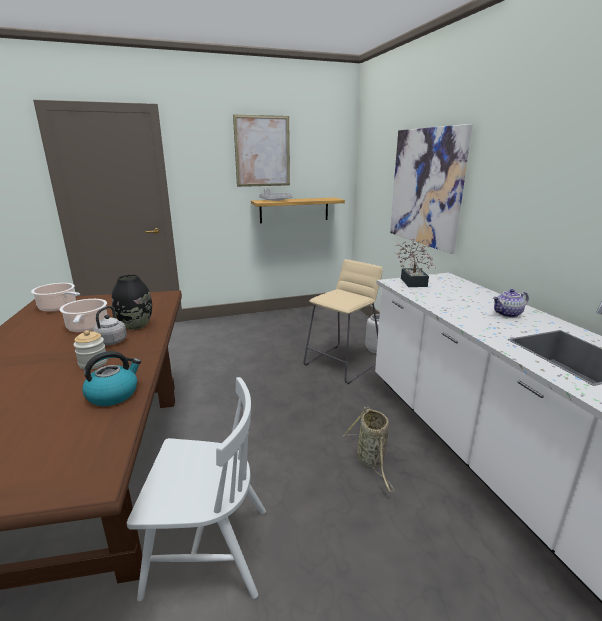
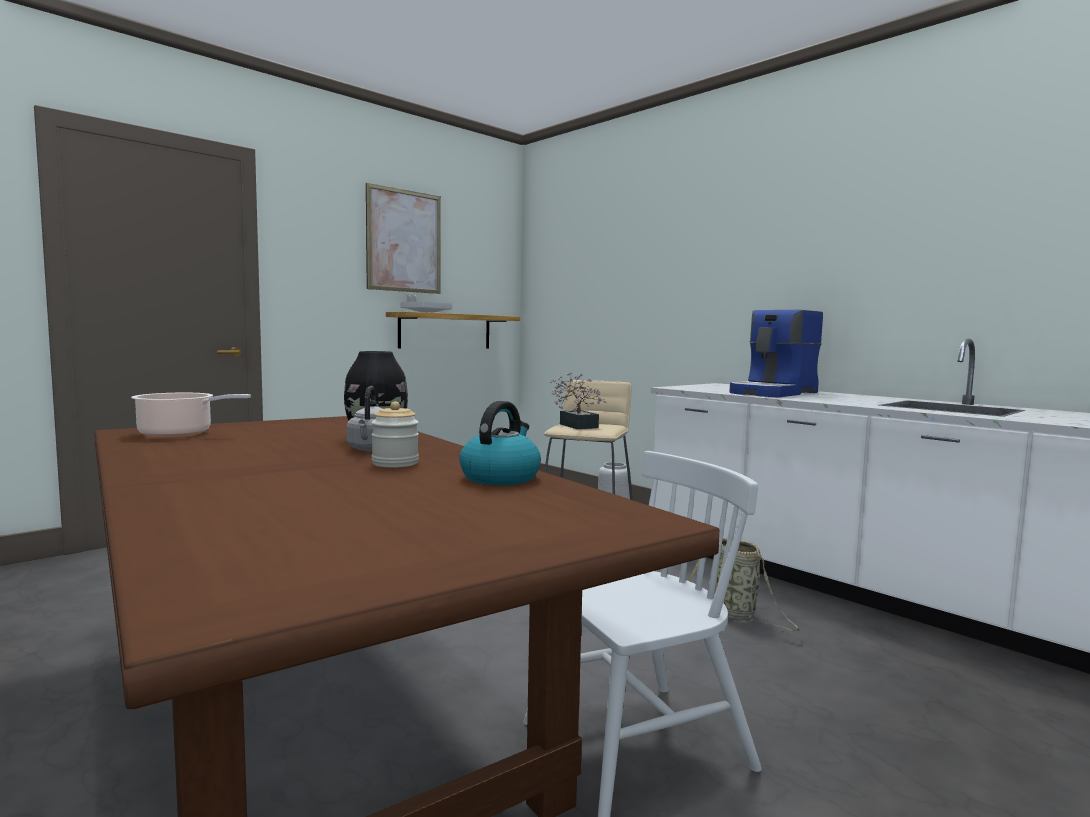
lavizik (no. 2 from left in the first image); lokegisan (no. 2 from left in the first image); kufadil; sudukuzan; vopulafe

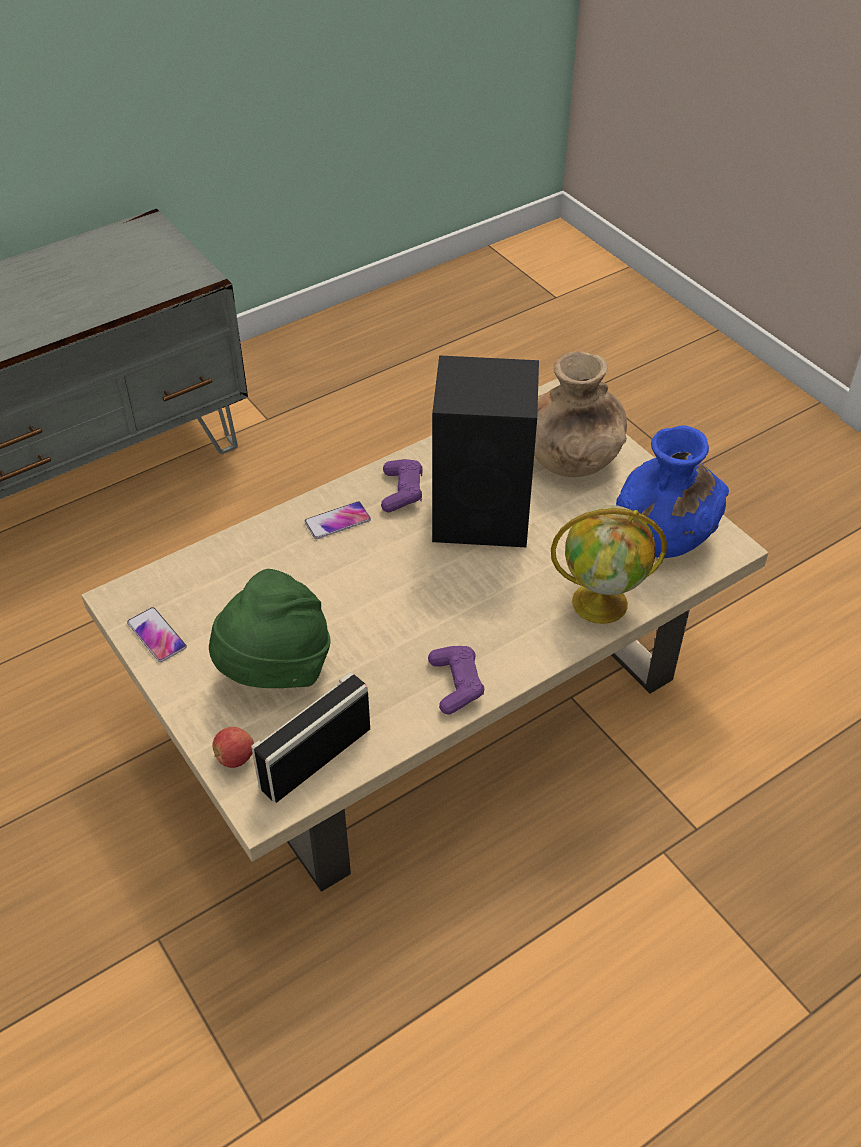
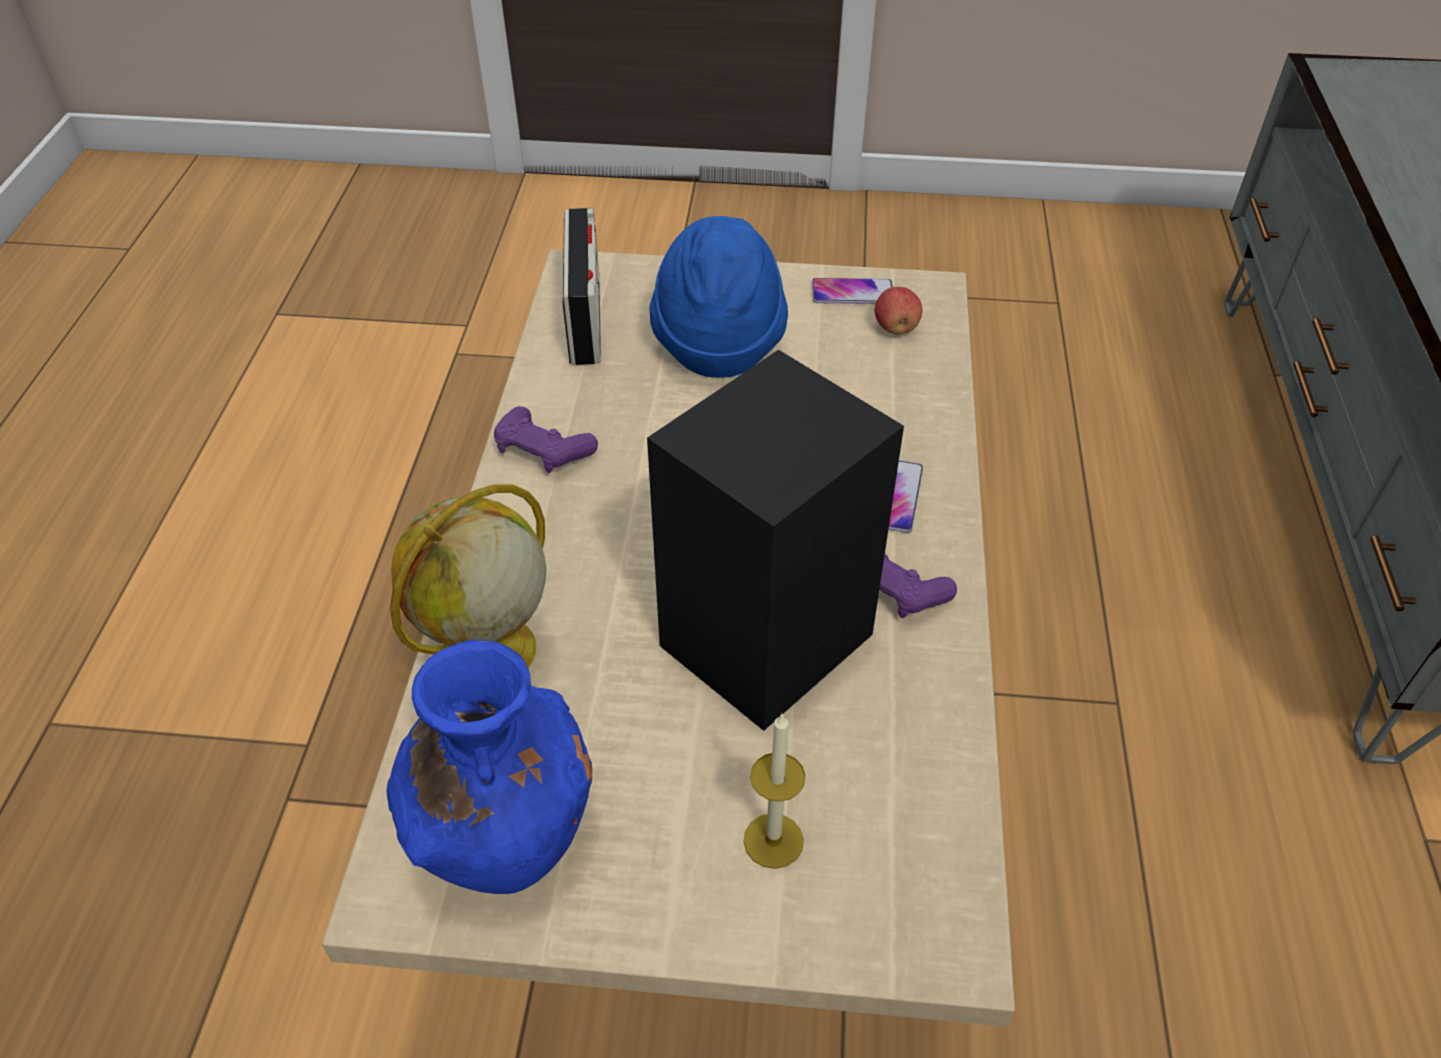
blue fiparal; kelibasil; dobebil

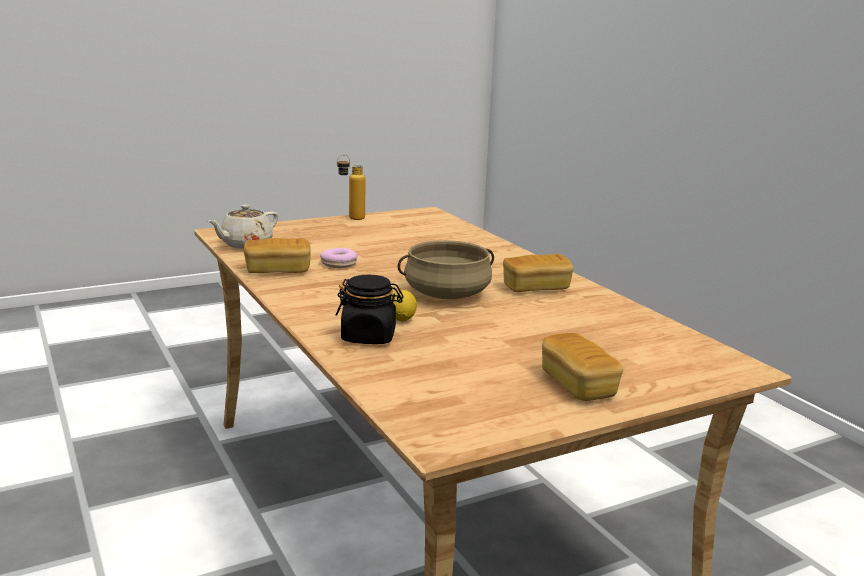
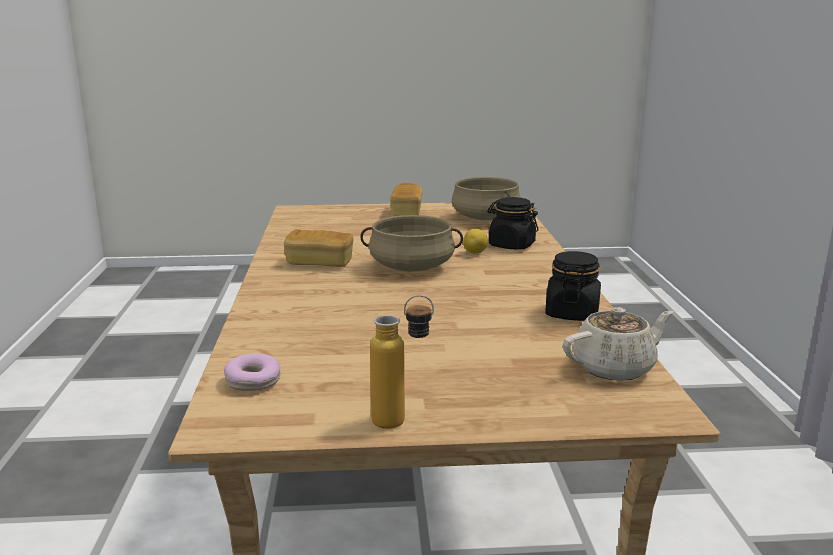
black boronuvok (no. 2 from left); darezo; beige lavizik (no. 2 from left)

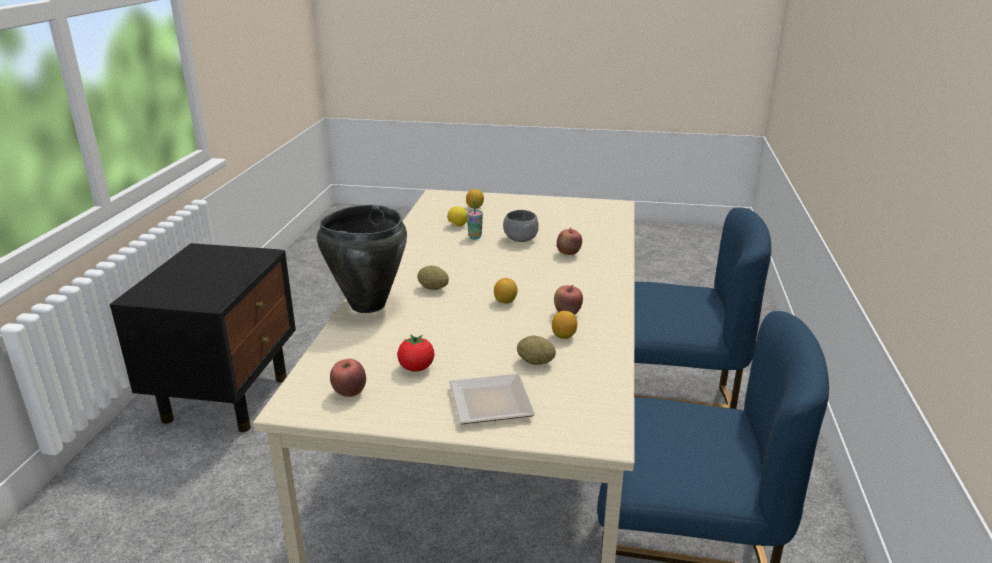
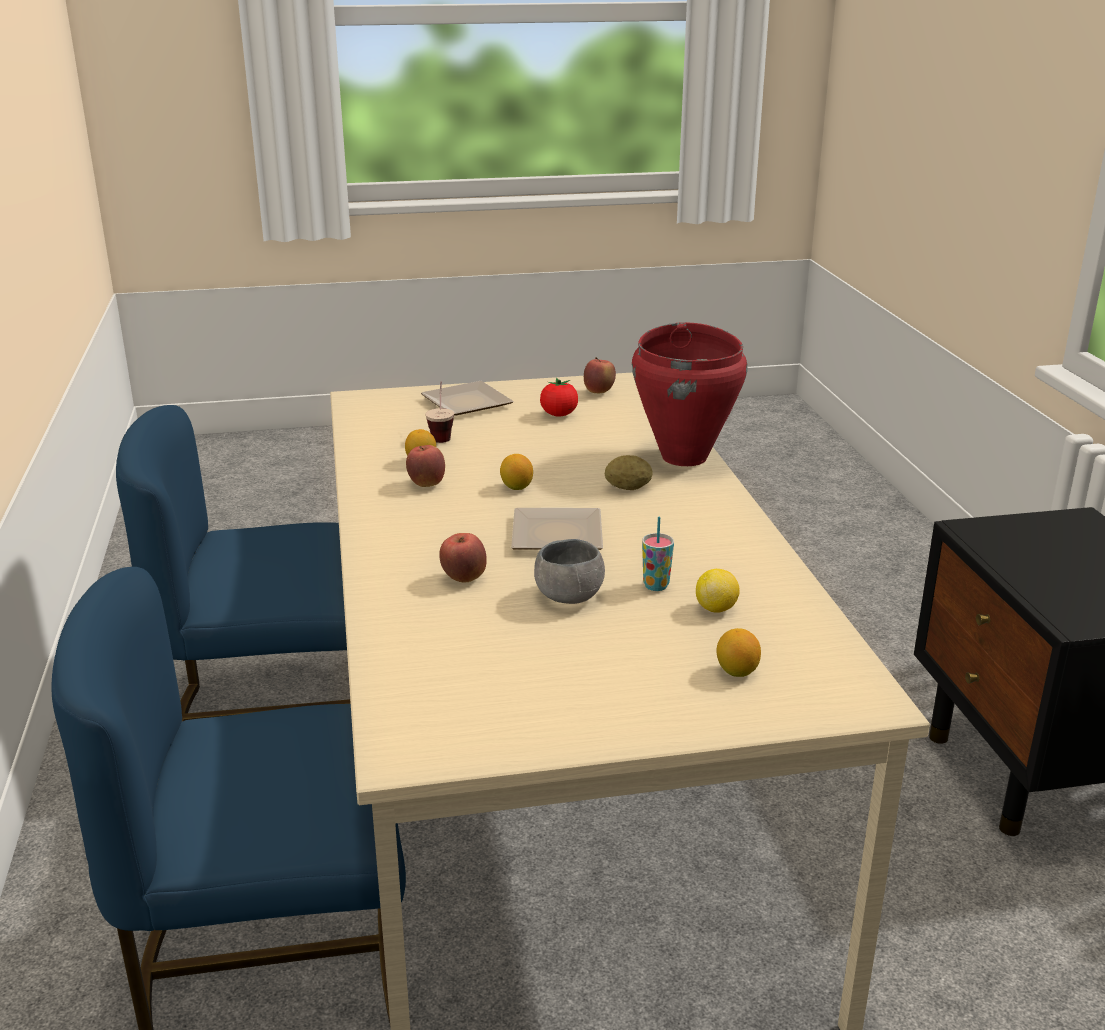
red lavizik; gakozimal (no. 1 from left); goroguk (no. 2 from left)

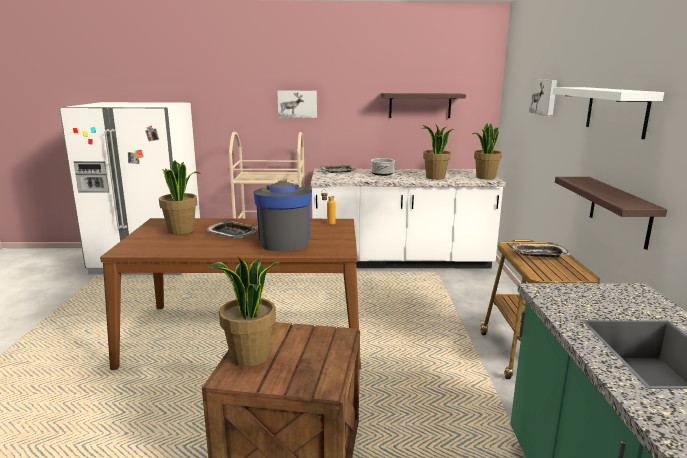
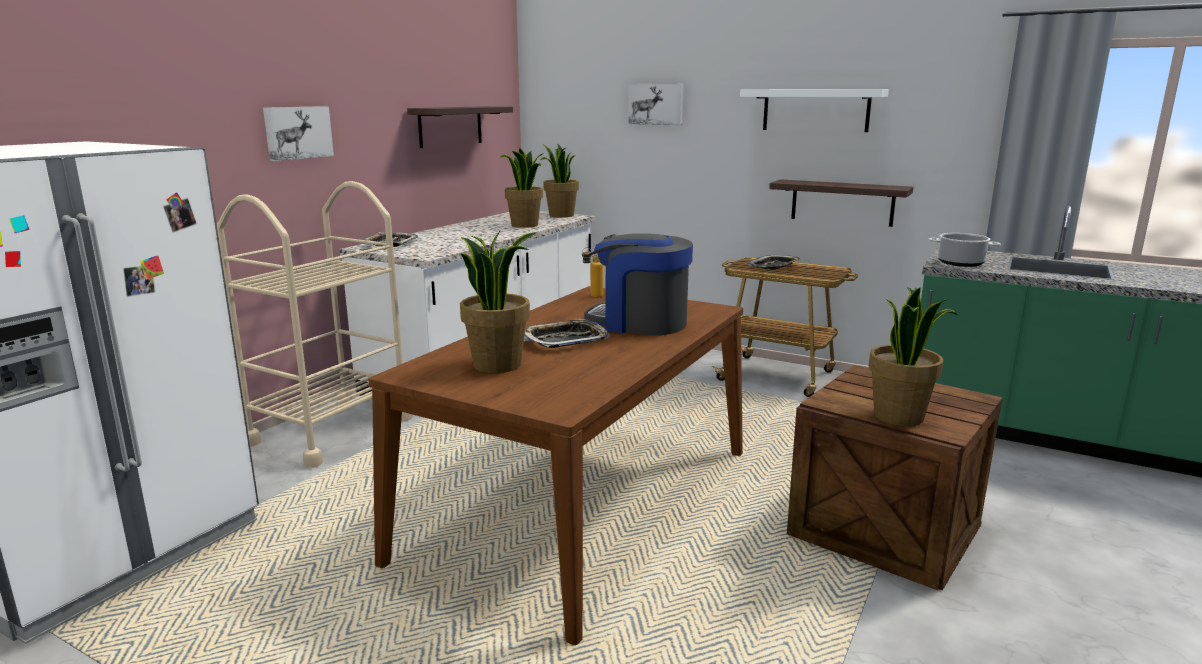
lavizik

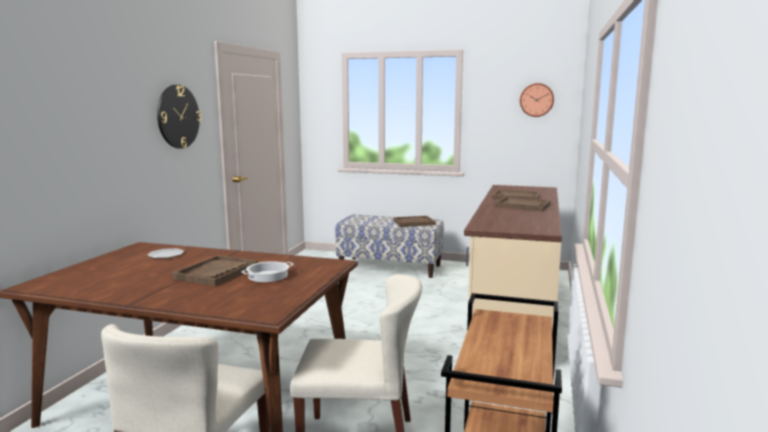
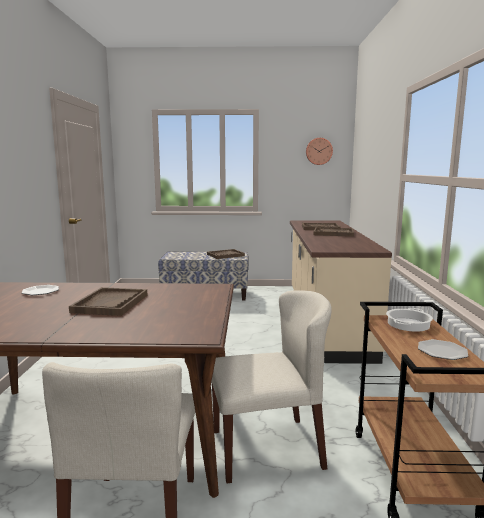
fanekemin (no. 1 from left in the first image); lavizik; goroguk (no. 2 from left)

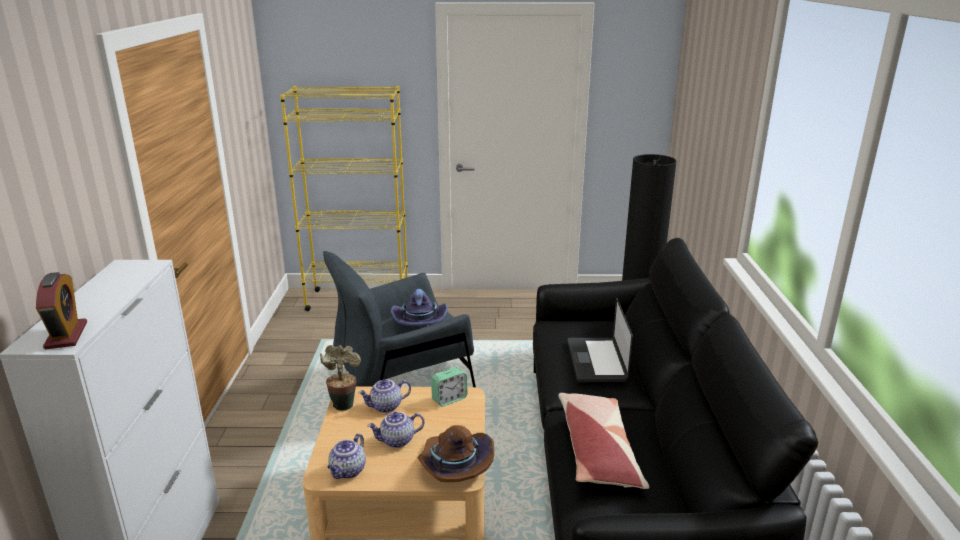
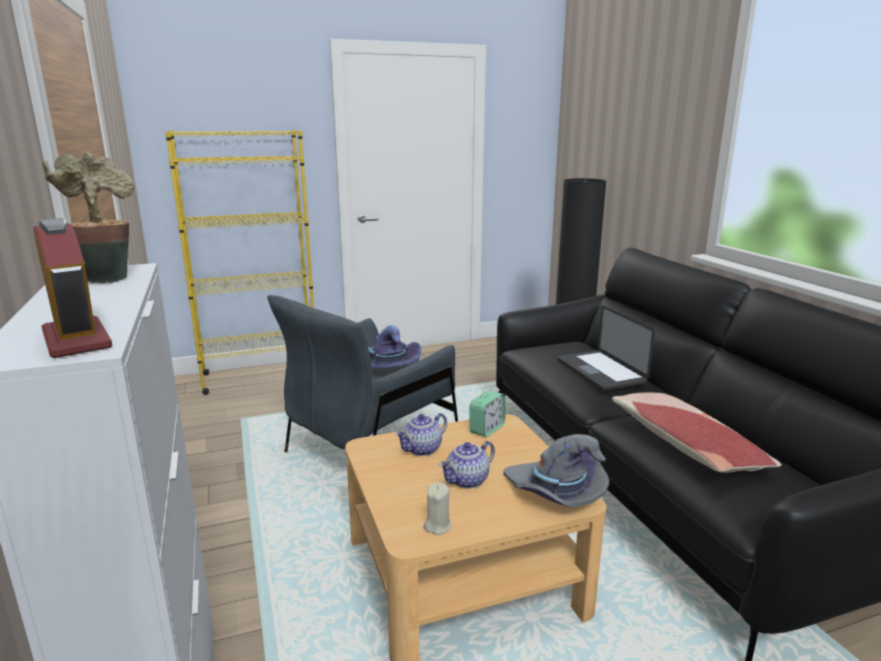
kufadil; beige dobebil; grey fiparal

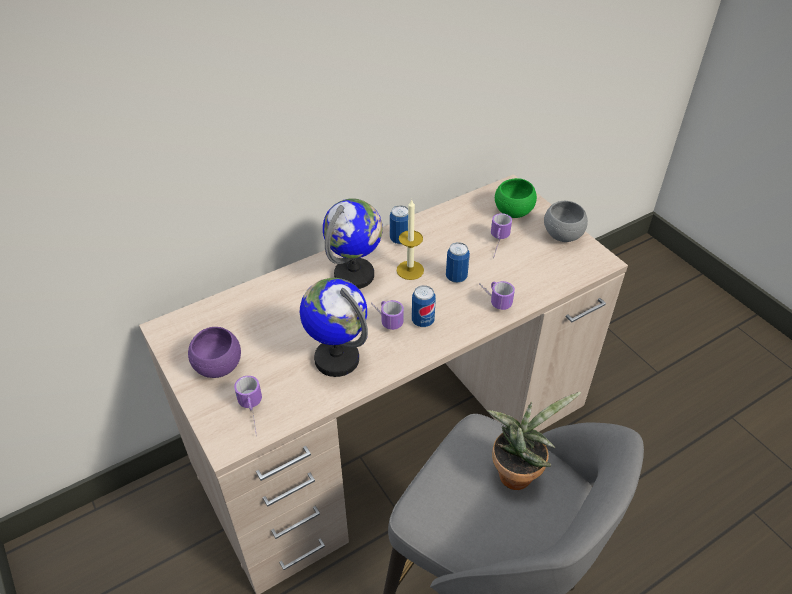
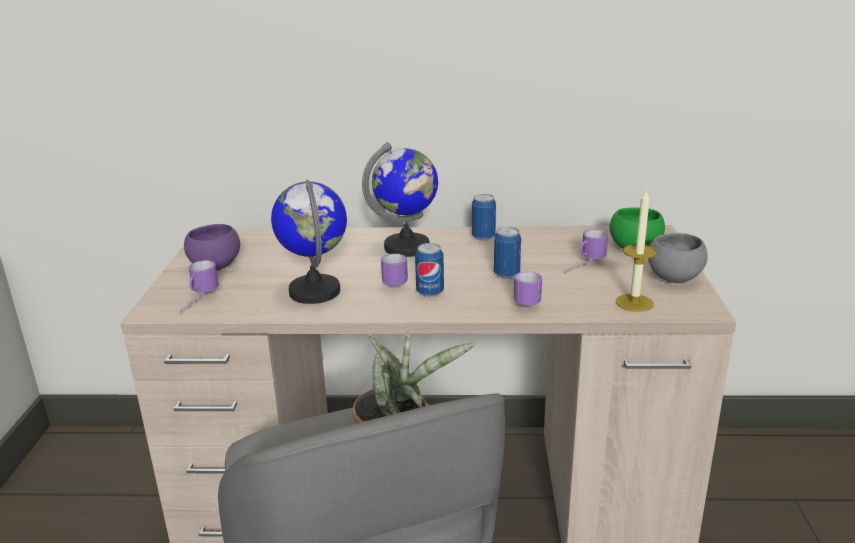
dobebil

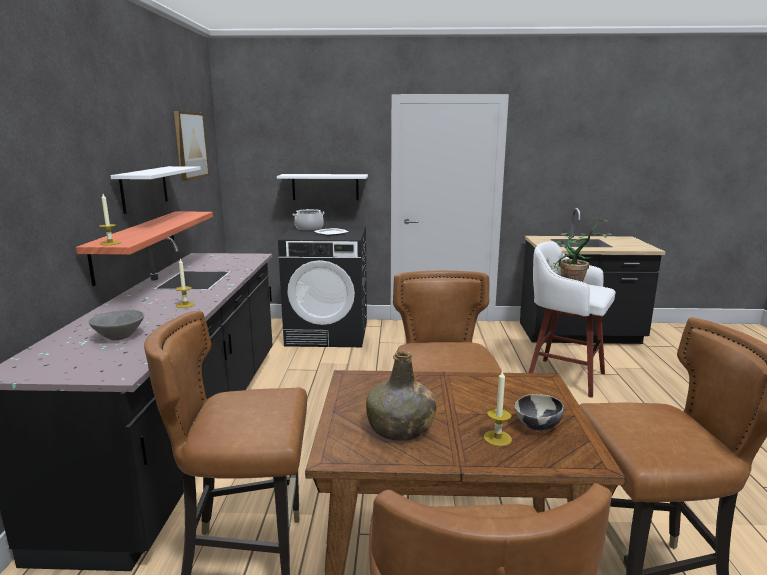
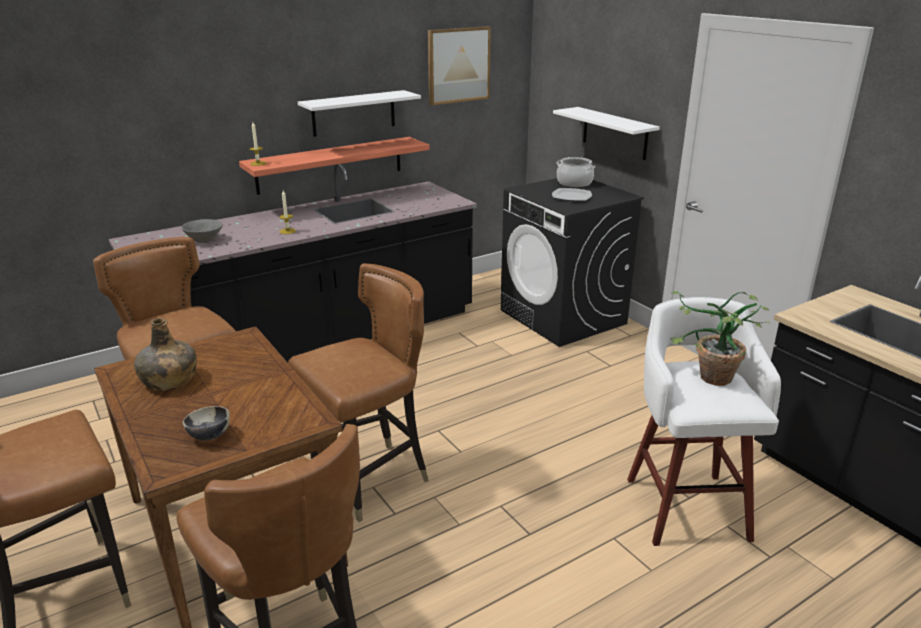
dobebil (no. 3 from left in the first image)

